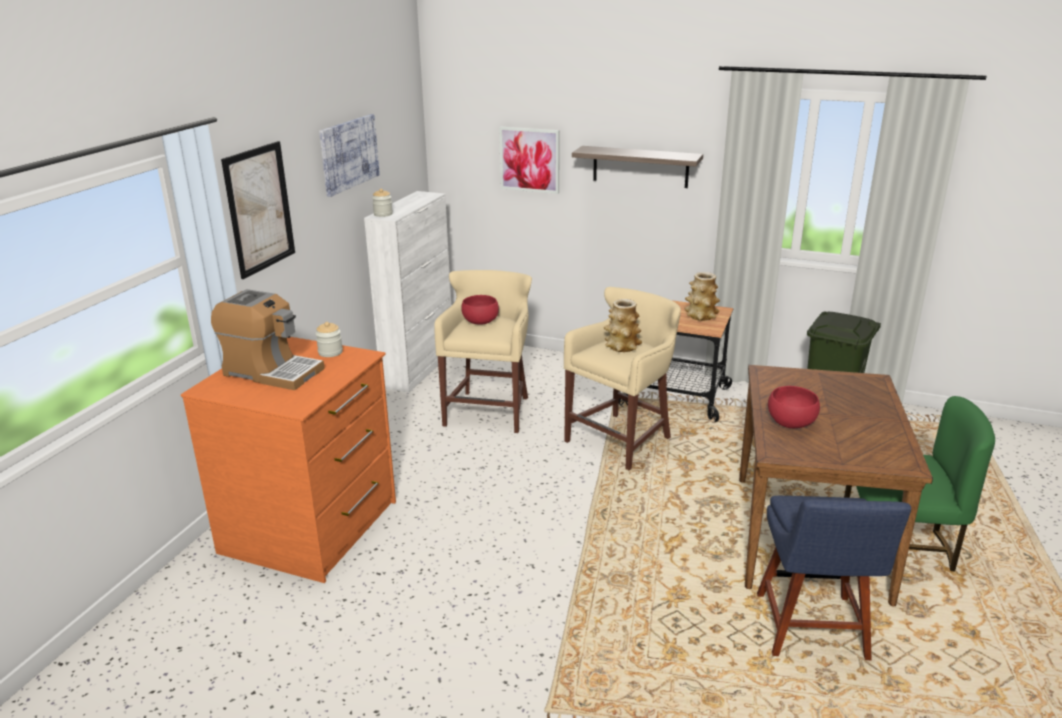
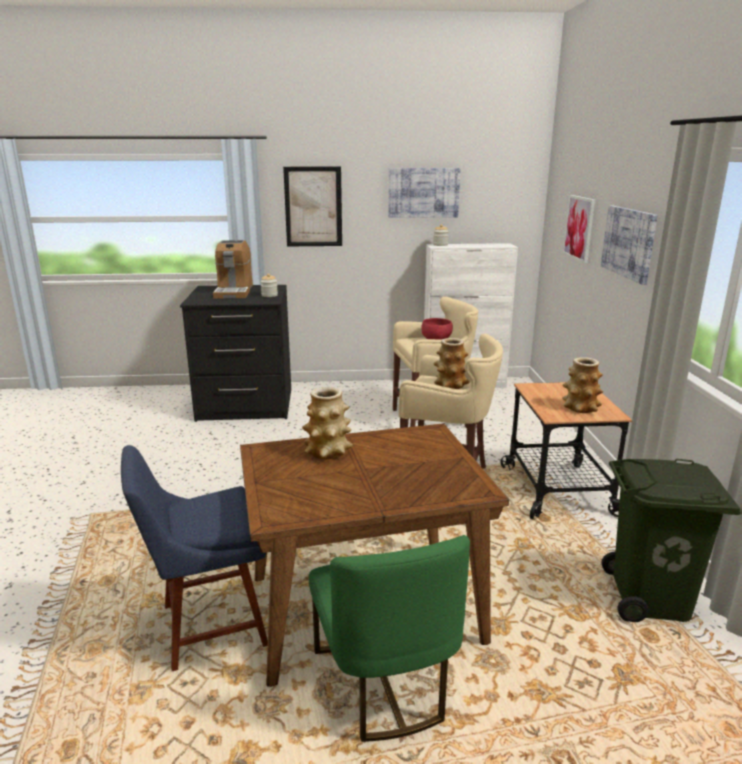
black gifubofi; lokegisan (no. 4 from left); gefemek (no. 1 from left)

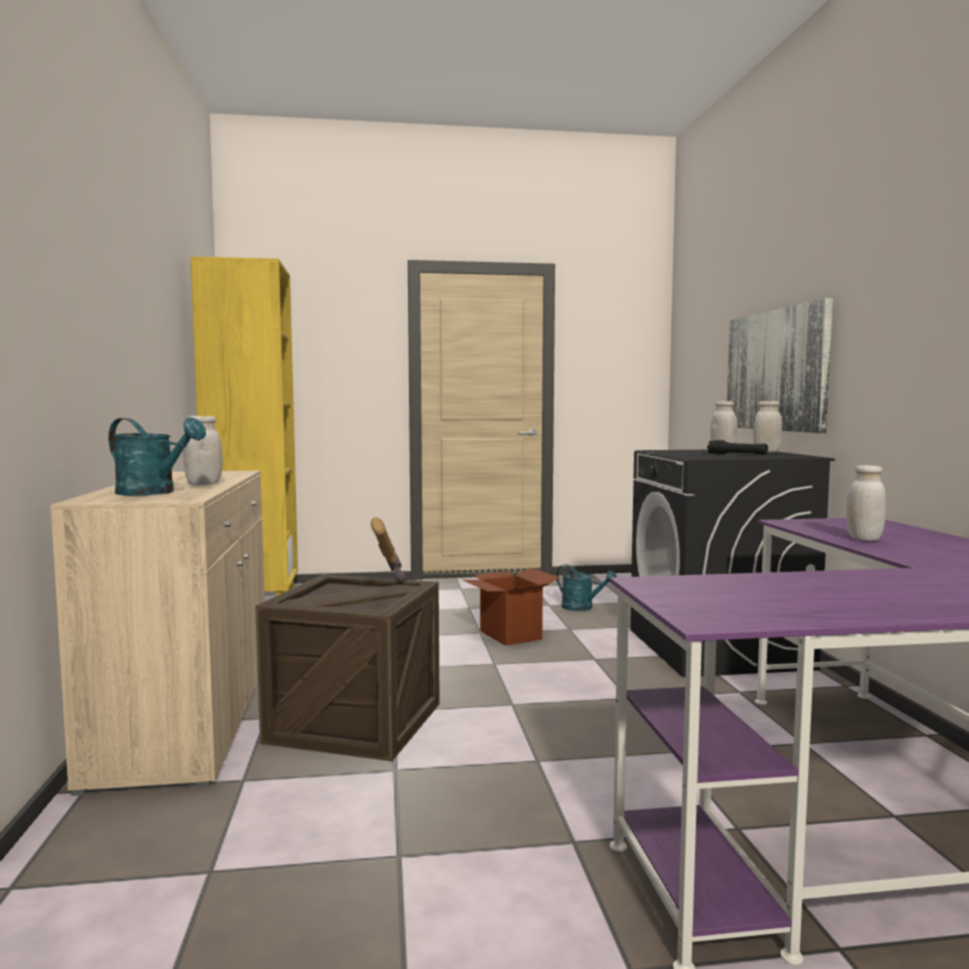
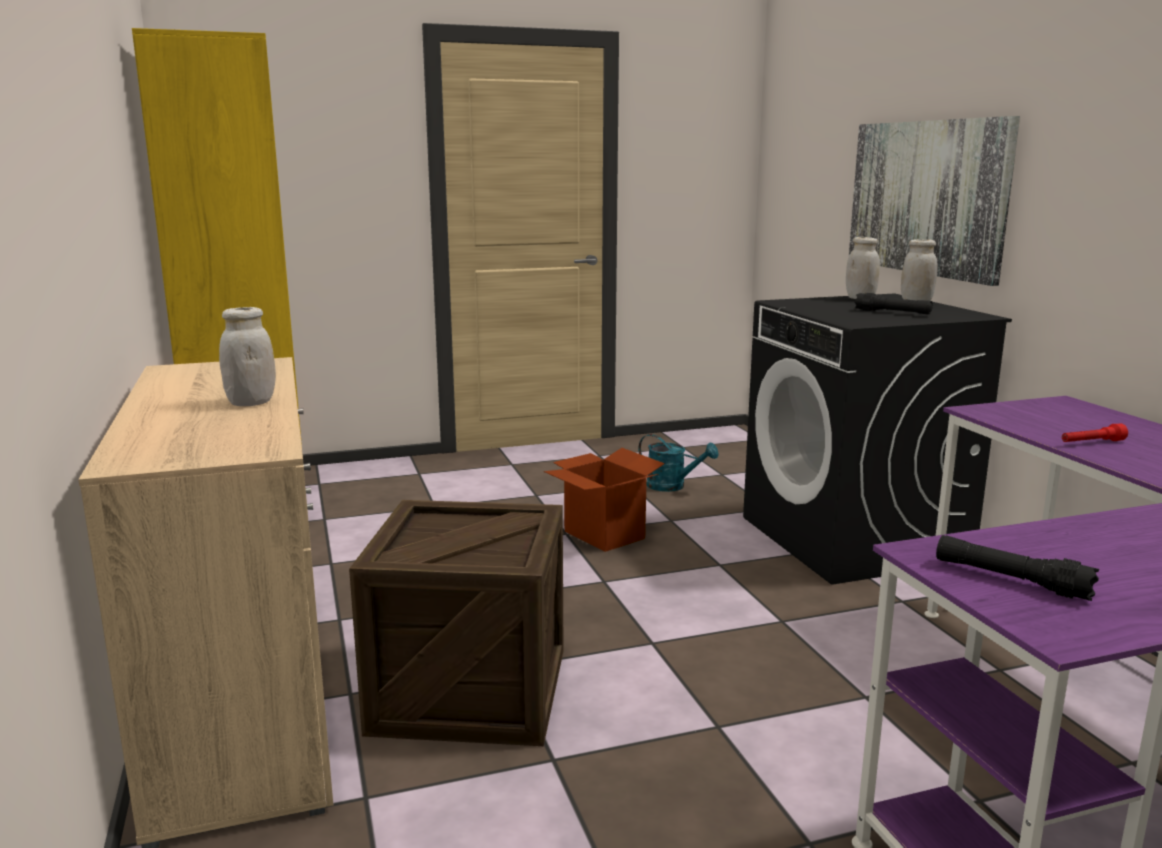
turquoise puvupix (no. 1 from left in the first image); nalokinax; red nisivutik; black nisivutik (no. 2 from left)

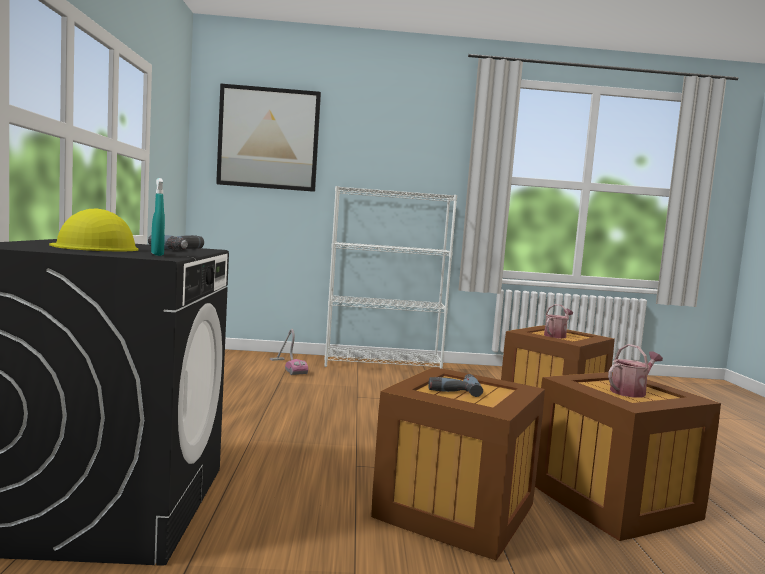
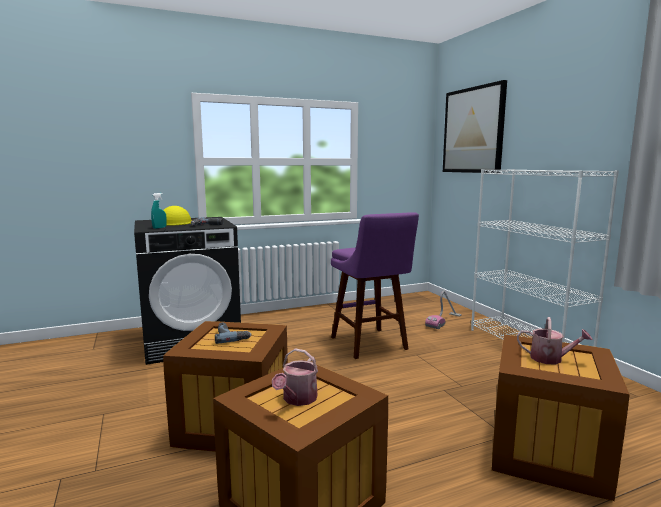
puvupix (no. 1 from left); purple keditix

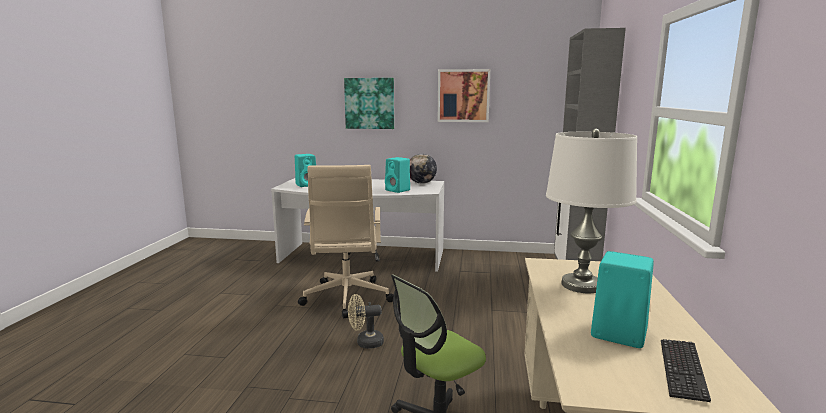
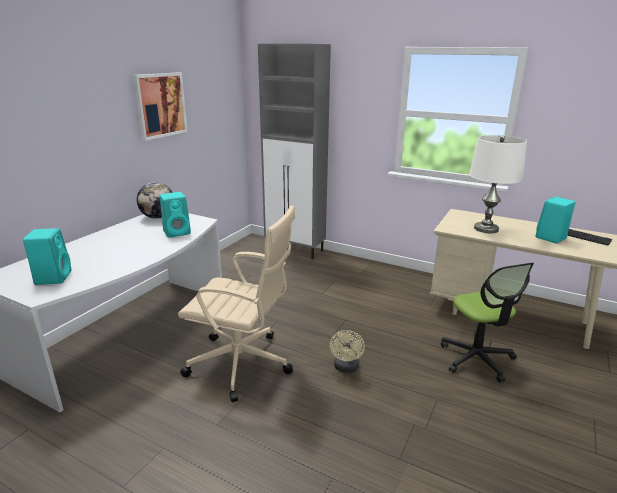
lokegisan (no. 1 from left in the first image)

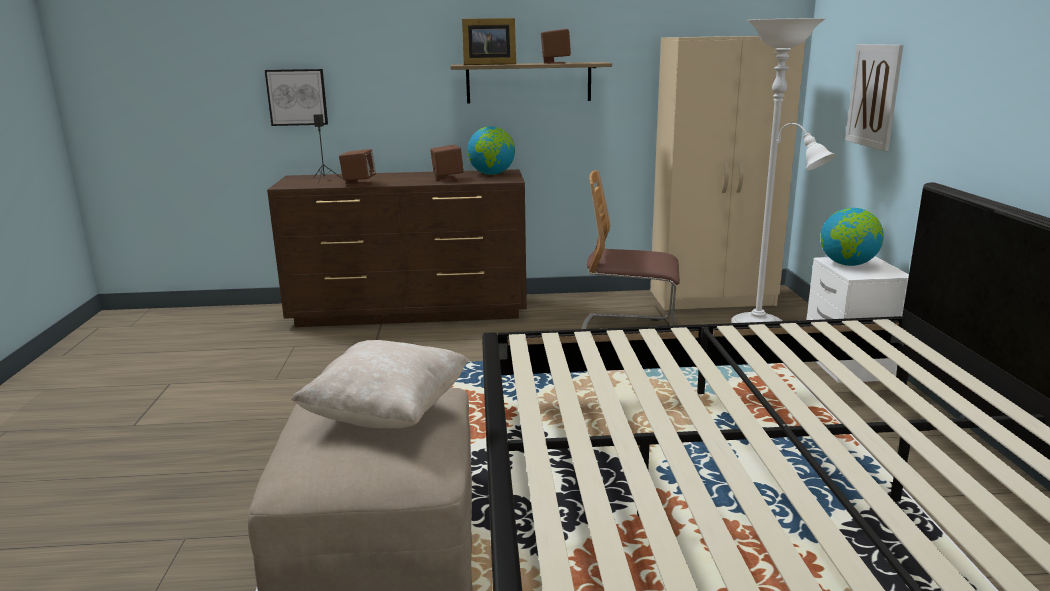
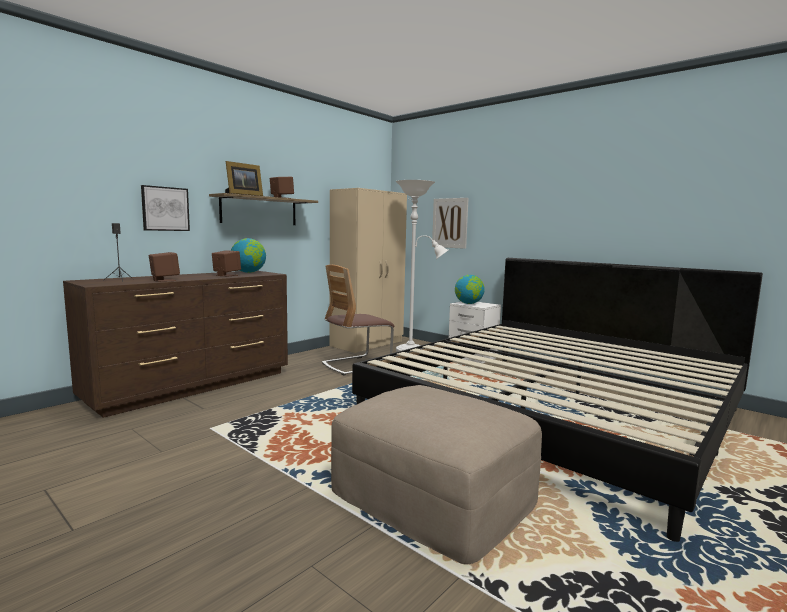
lokegisan (no. 1 from left); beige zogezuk

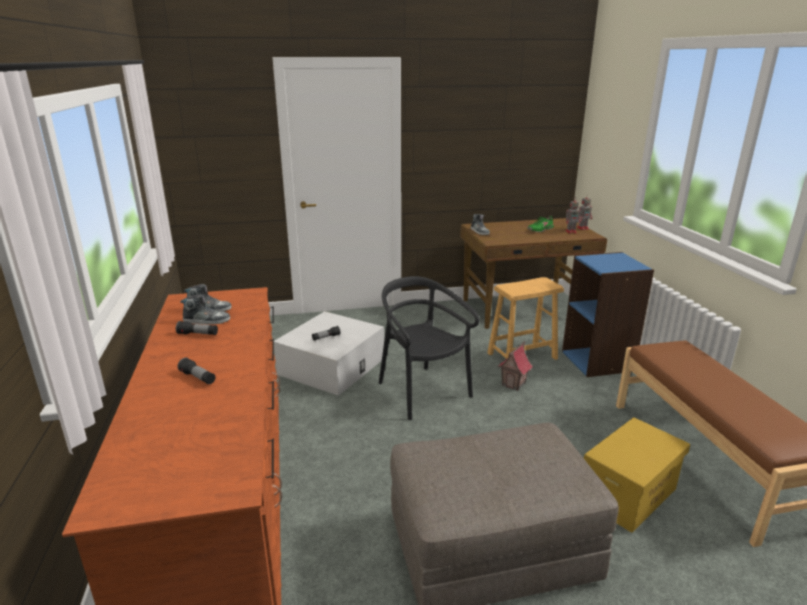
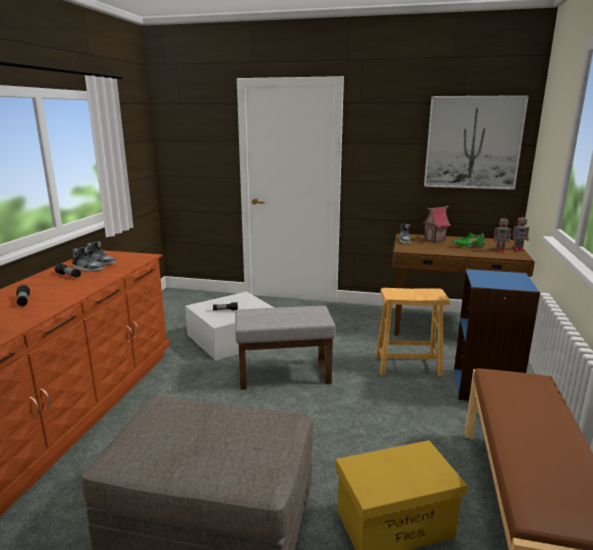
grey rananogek (no. 2 from left); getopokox; lokegisan

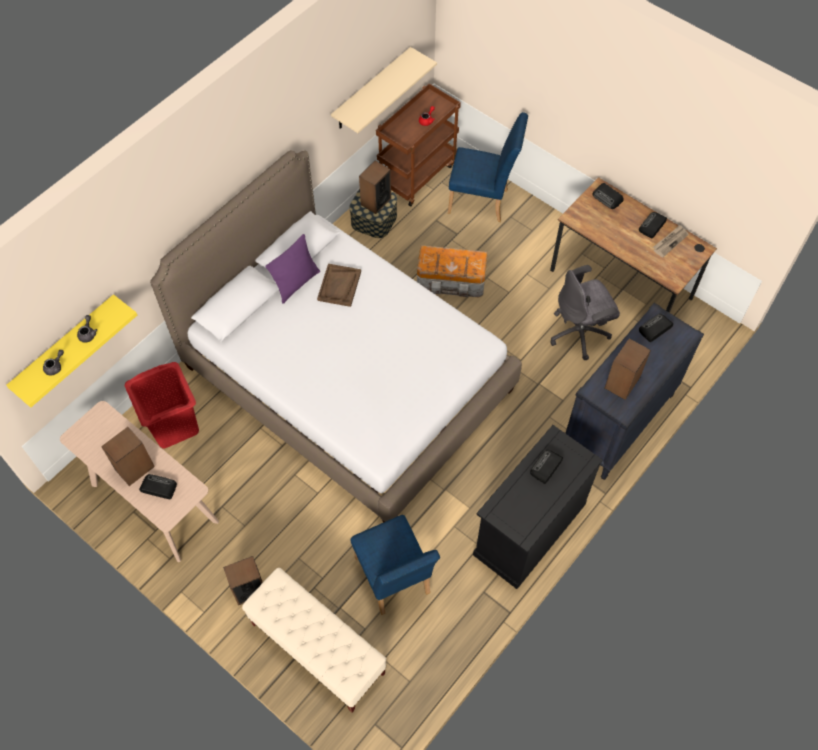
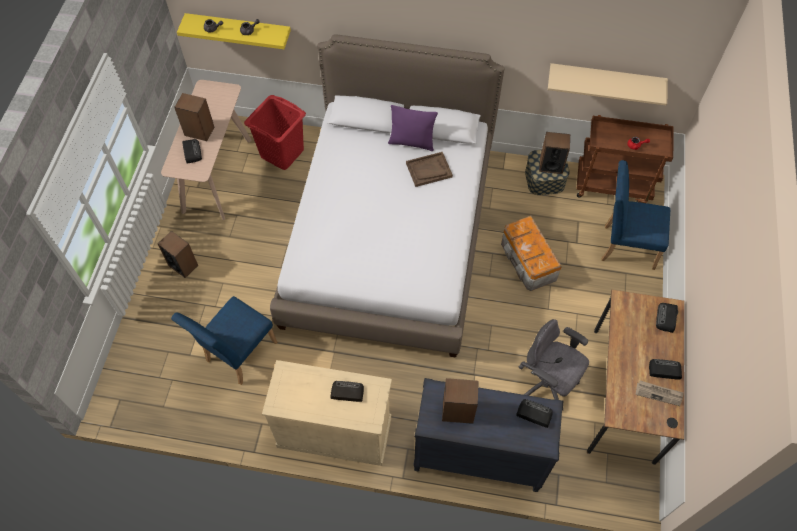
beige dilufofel; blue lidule (no. 2 from left); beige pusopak

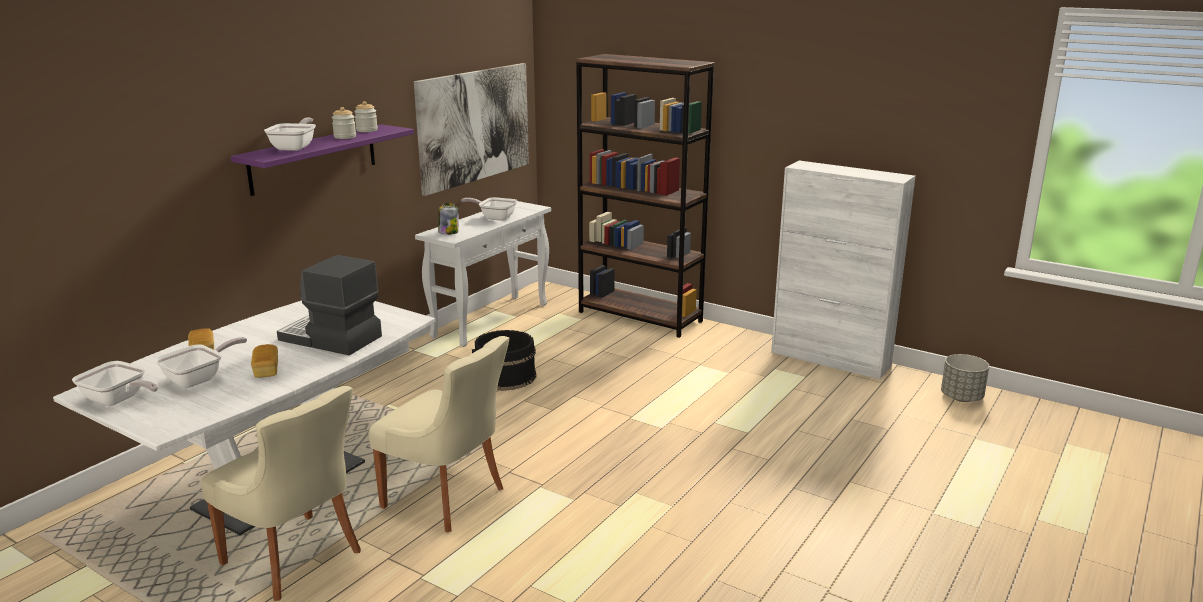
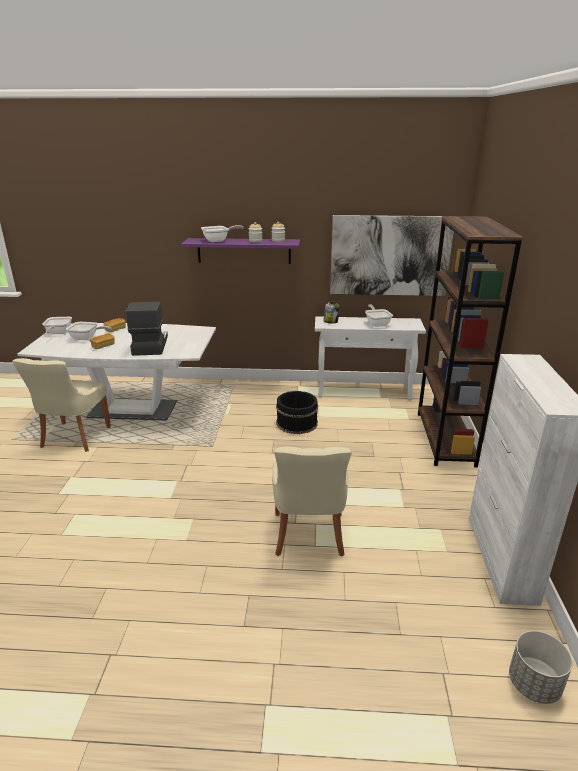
beige lidule (no. 2 from left)

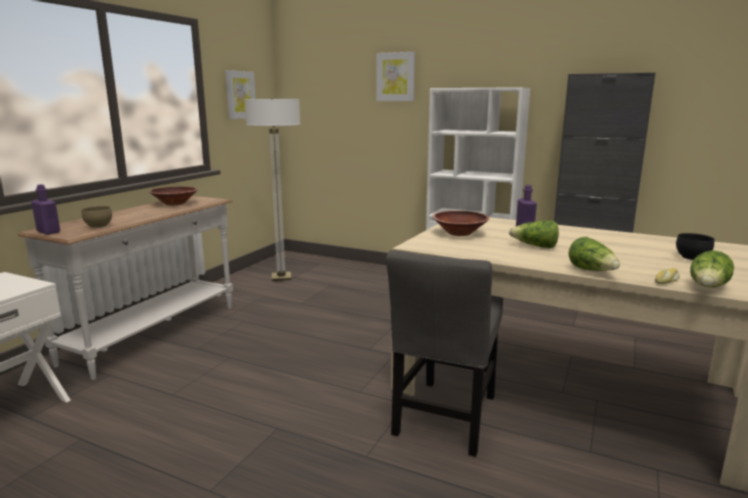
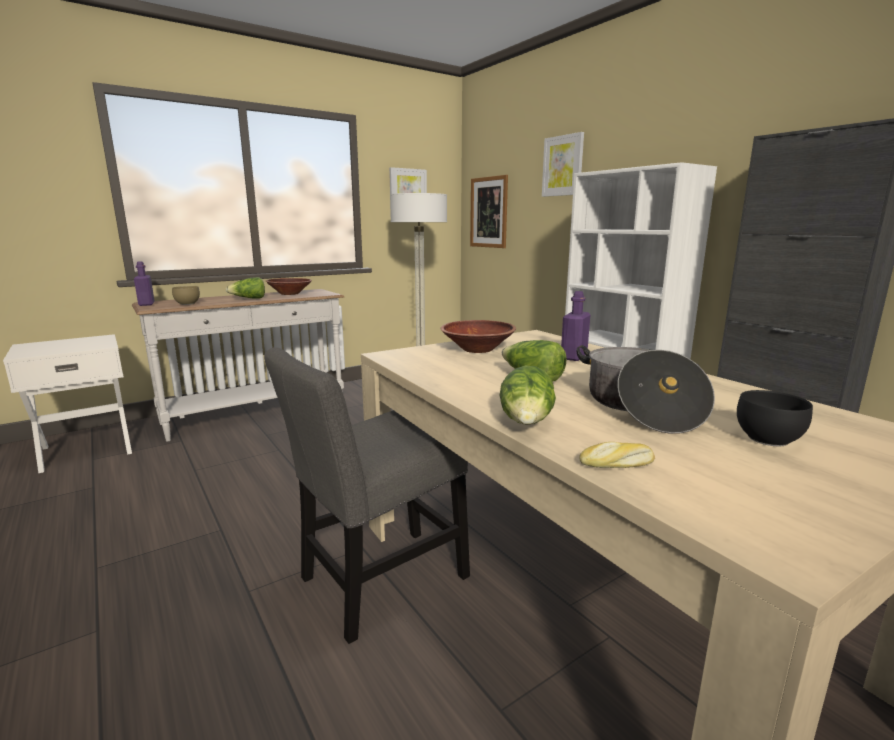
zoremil (no. 1 from left); lokegisan (no. 2 from left); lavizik

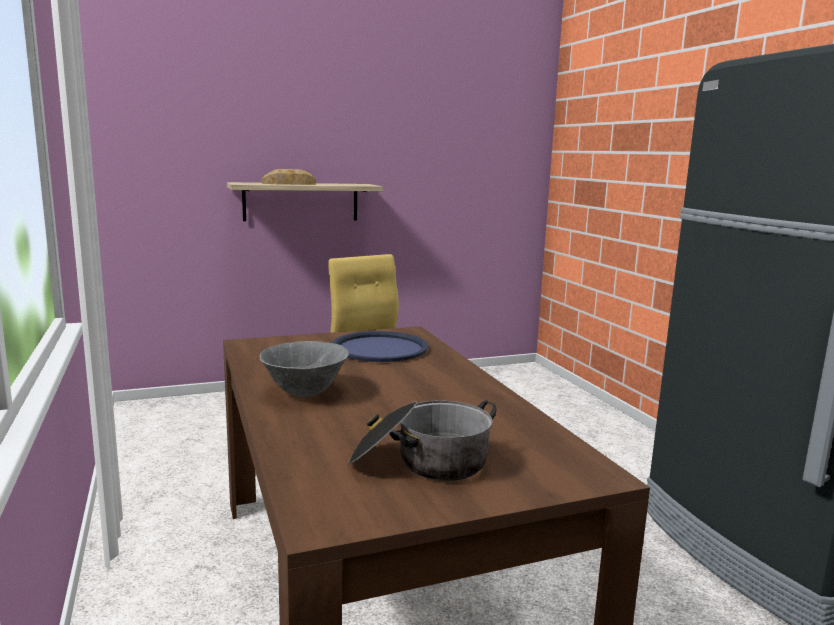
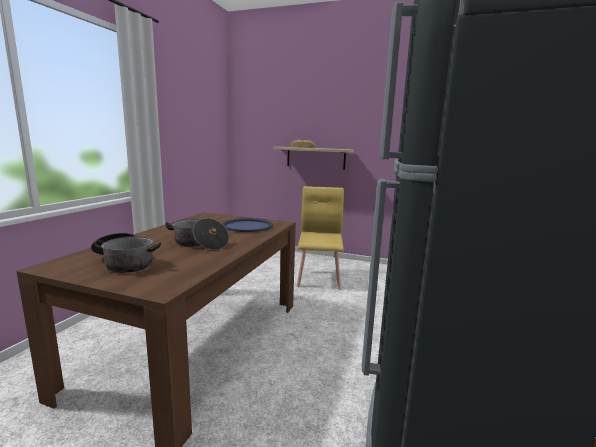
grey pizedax; lavizik (no. 2 from left)

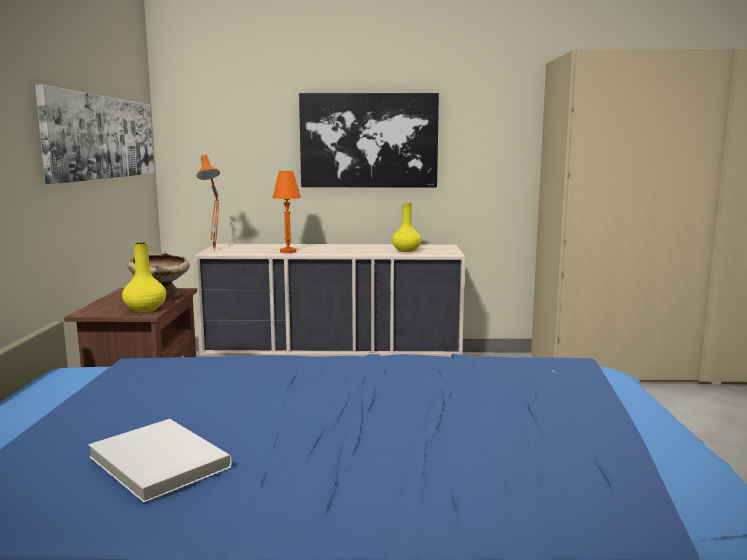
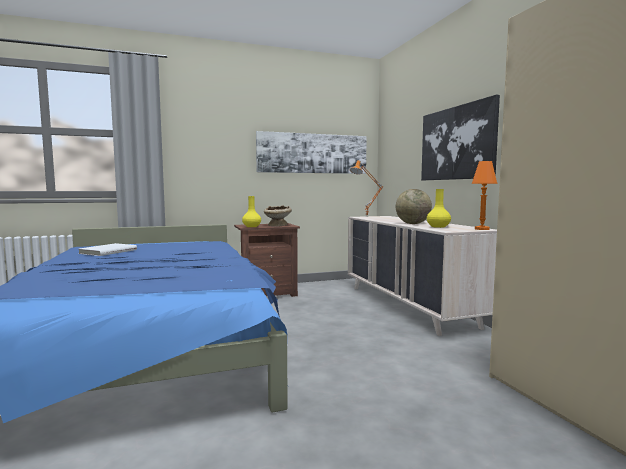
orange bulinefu (no. 2 from left); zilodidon

